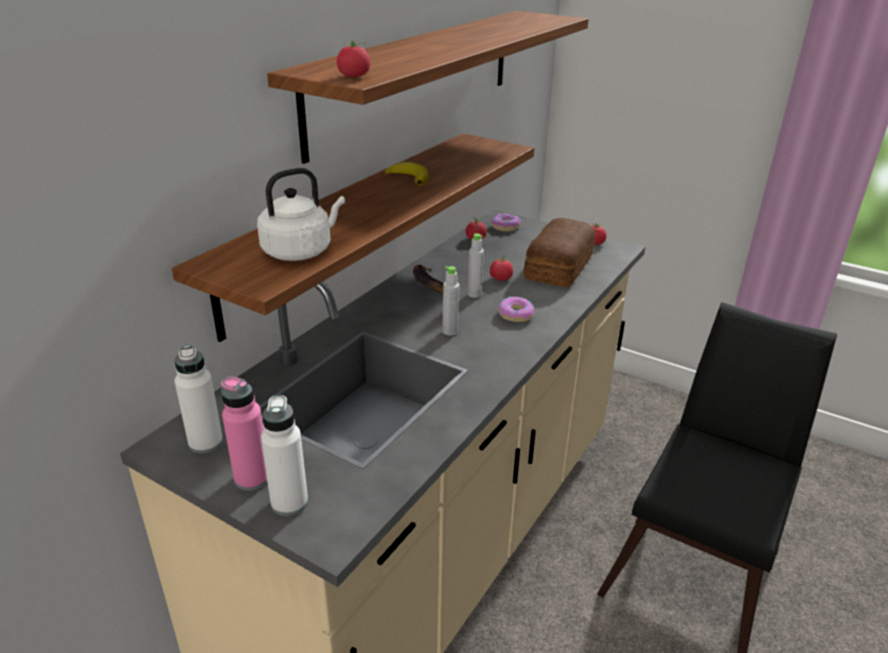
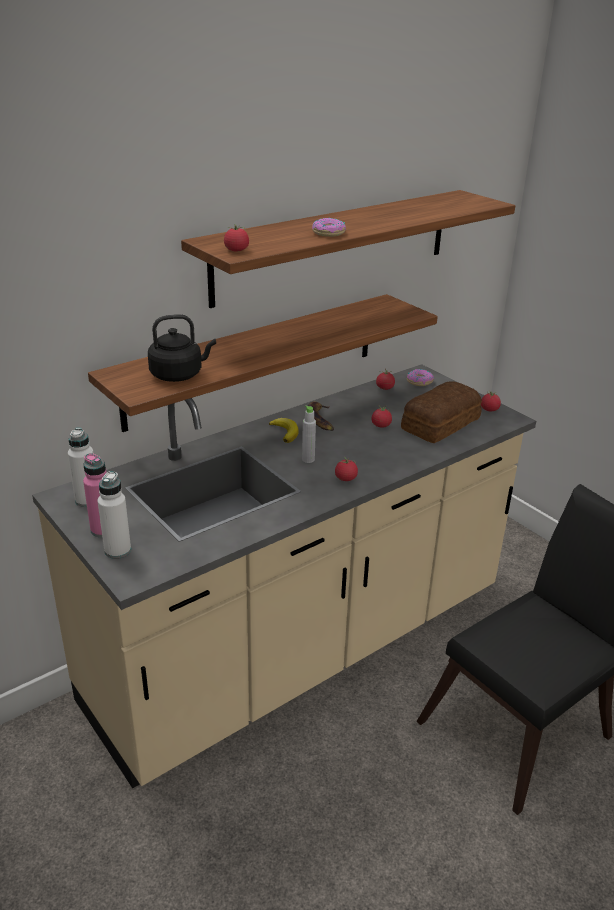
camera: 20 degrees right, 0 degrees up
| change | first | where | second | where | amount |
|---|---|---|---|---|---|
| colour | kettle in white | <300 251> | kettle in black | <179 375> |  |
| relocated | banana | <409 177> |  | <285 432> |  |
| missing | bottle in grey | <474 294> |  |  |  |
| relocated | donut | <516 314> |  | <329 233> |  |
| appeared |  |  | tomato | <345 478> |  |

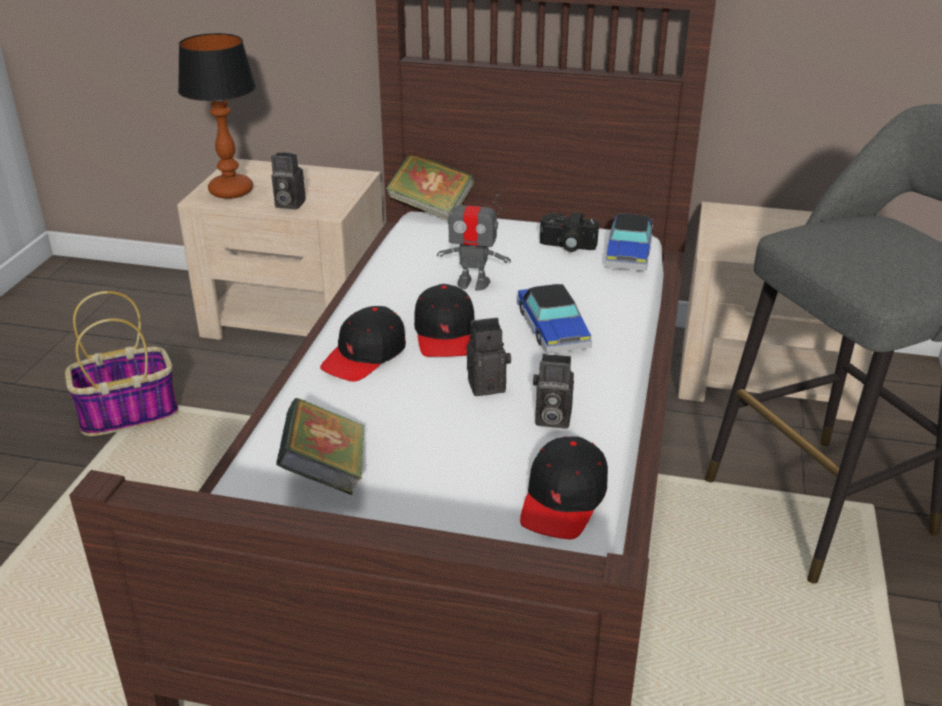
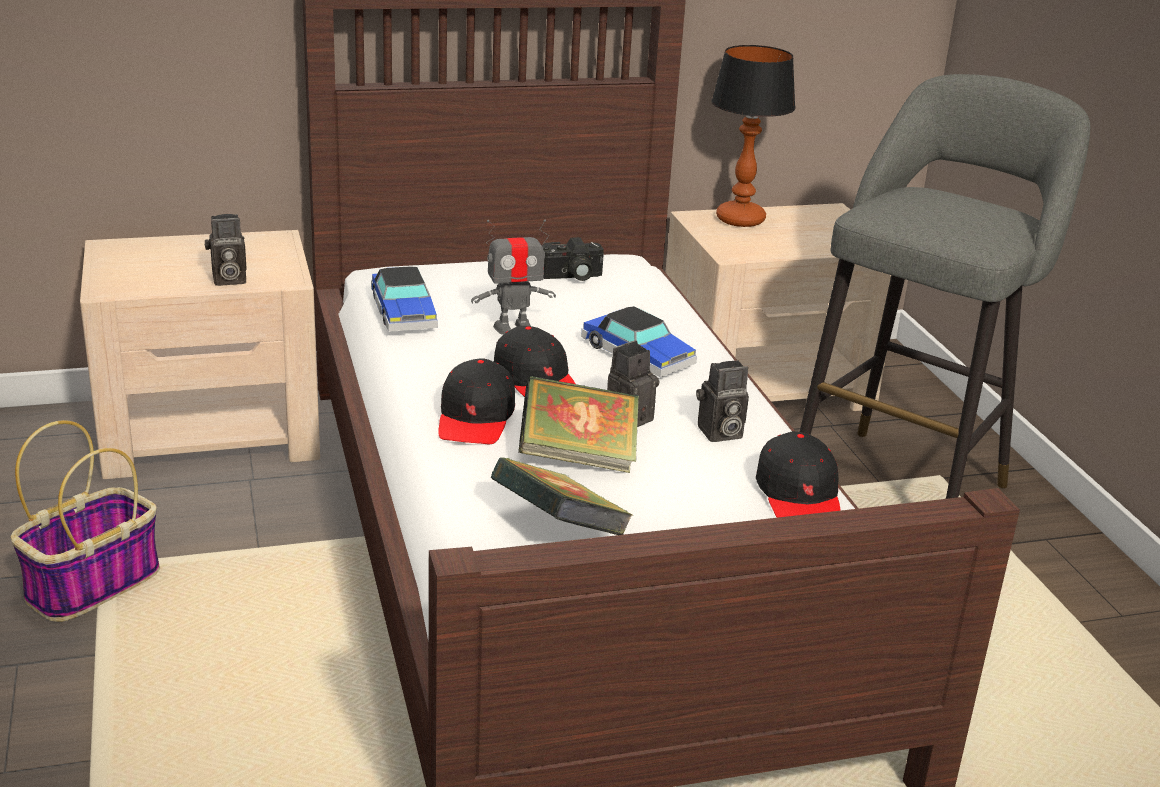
camera: 30 degrees left, 5 degrees down
| change | first | where | second | where | amount |
|---|---|---|---|---|---|
| relocated | table lamp | <230 191> |  | <739 220> |  |
| relocated | book | <430 208> |  | <578 457> |  |
| relocated | toy car | <628 252> |  | <403 312> |  |

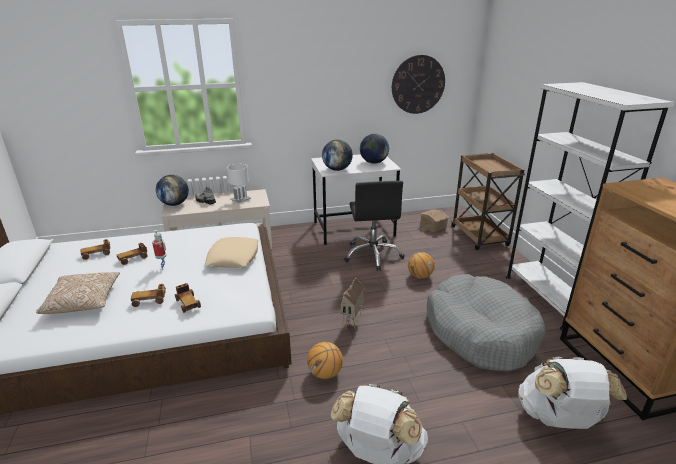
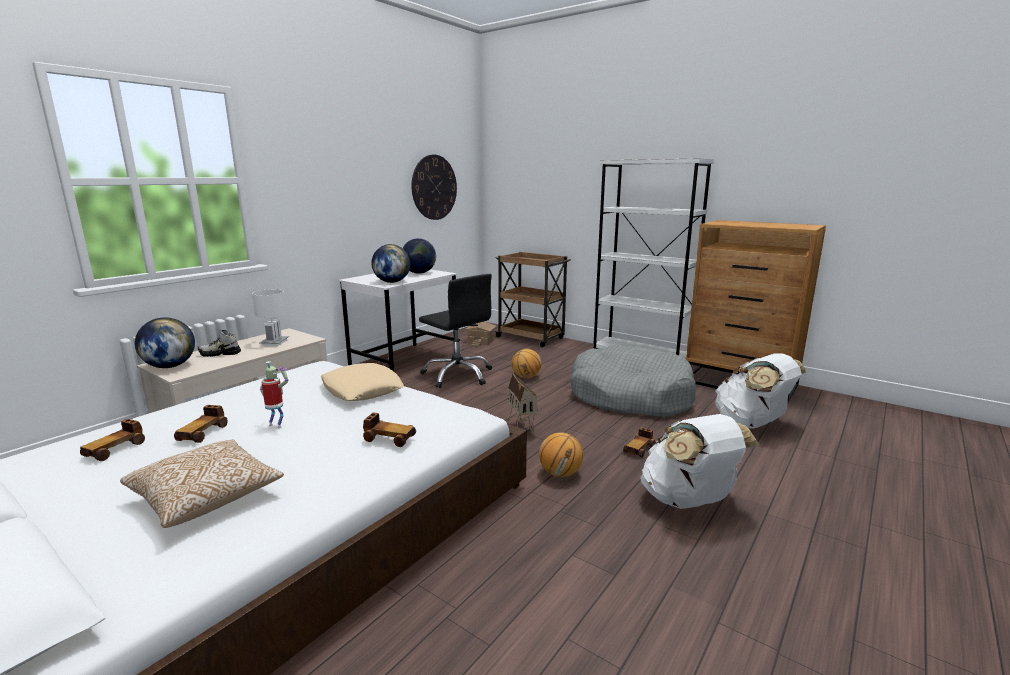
camera: 40 degrees left, 10 degrees down
| change | first | where | second | where | amount |
|---|---|---|---|---|---|
| relocated | toy car | <150 300> |  | <639 449> |  |

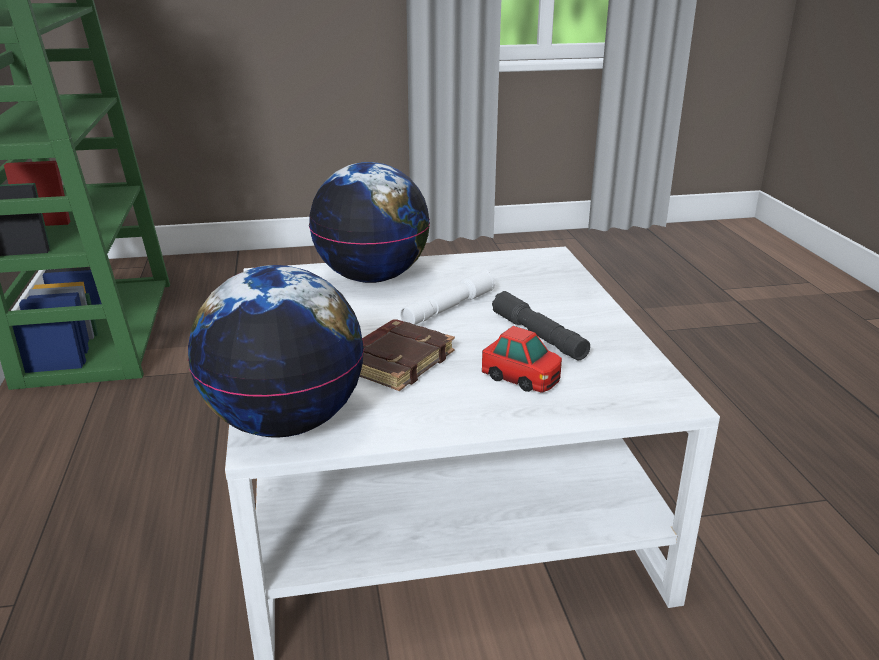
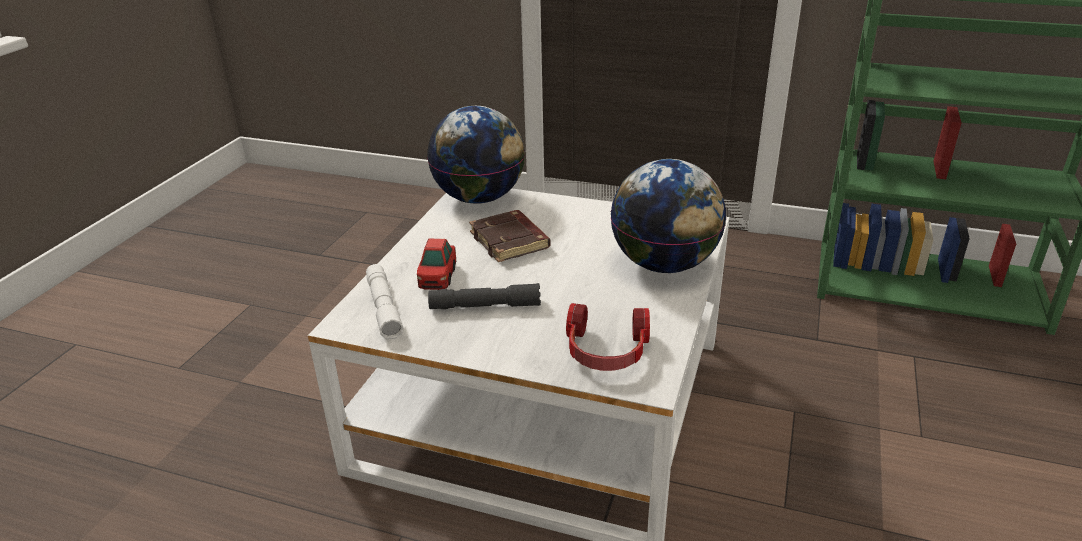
camera: 120 degrees right, 5 degrees up
| change | first | where | second | where | amount |
|---|---|---|---|---|---|
| relocated | flashlight in white | <448 308> |  | <384 308> |  |
| spun | toy car | <521 379> |  | <437 277> | 60 degrees counterclockwise |
| appeared |  |  | headphones | <606 352> |  |

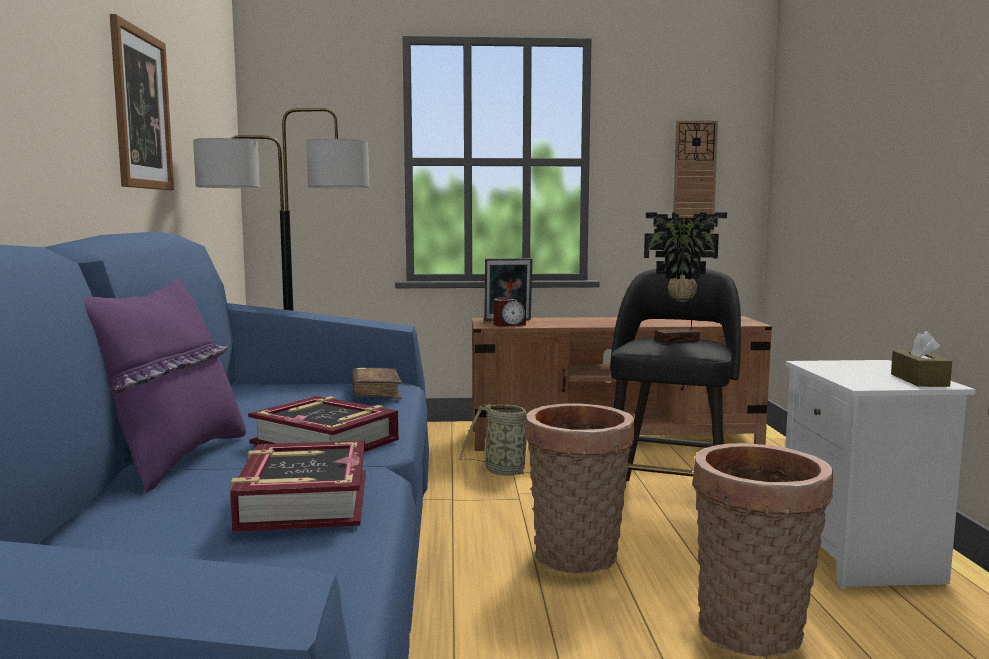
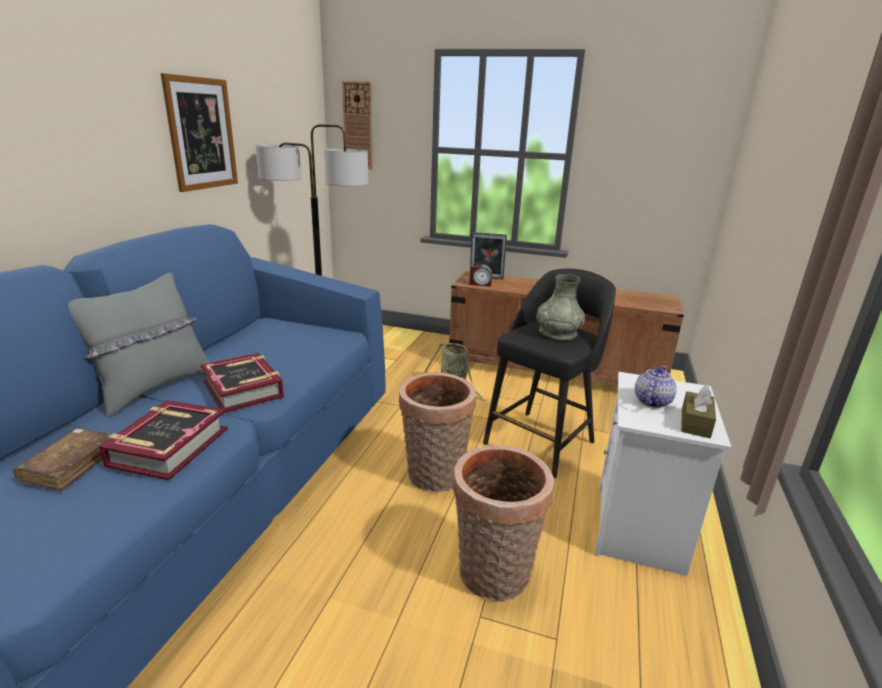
camera: 20 degrees right, 15 degrees up
| change | first | where | second | where | amount |
|---|---|---|---|---|---|
| colour | pillow in purple | <174 459> | pillow in grey | <154 388> |  |
| relocated | book in brown | <376 393> |  | <70 466> |  |
| exchanged | potted plant | <679 341> | vase in grey | <557 333> |  |
| relocated | wall clock | <694 177> |  | <358 126> |  |
| appeared |  |  | teapot | <651 401> |  |

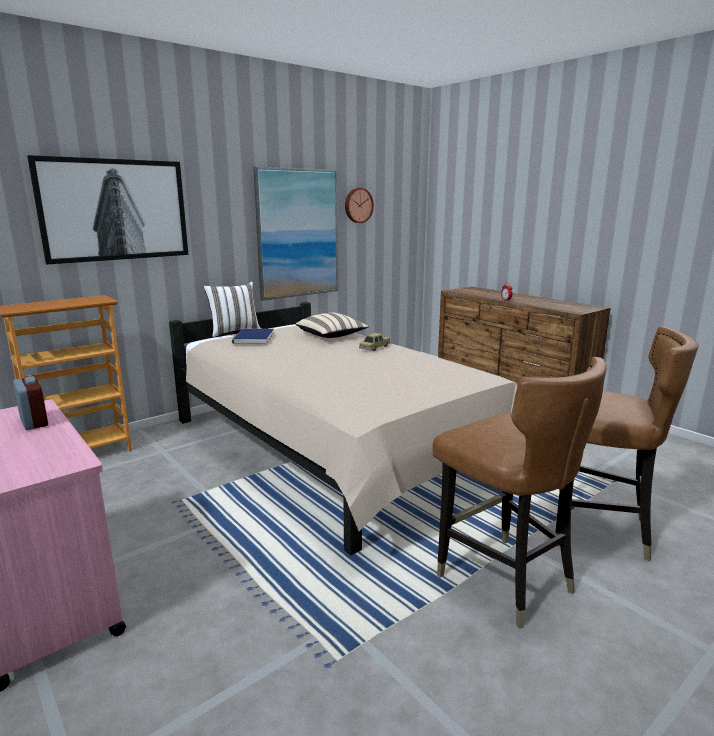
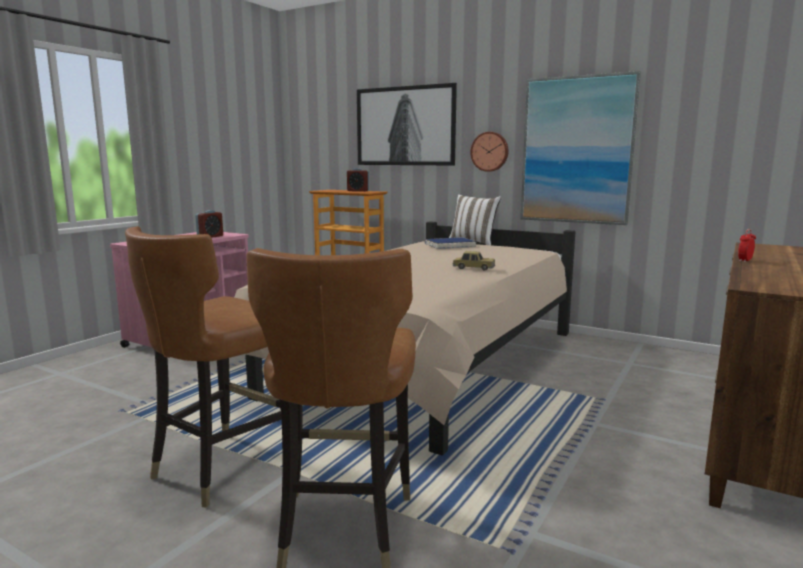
camera: 70 degrees right, 5 degrees down
| change | first | where | second | where | amount |
|---|---|---|---|---|---|
| missing | pillow in beige | <331 336> |  |  |  |
| relocated | wall clock | <358 205> |  | <490 151> |  |
| appeared |  |  | alarm clock | <358 191> |  |

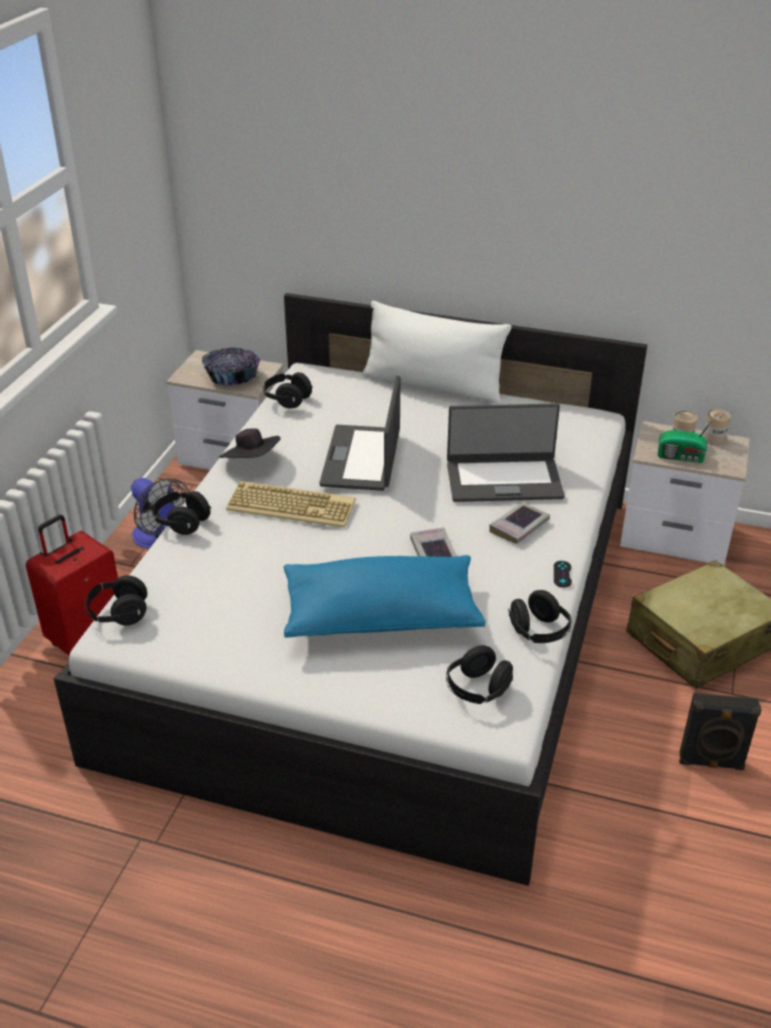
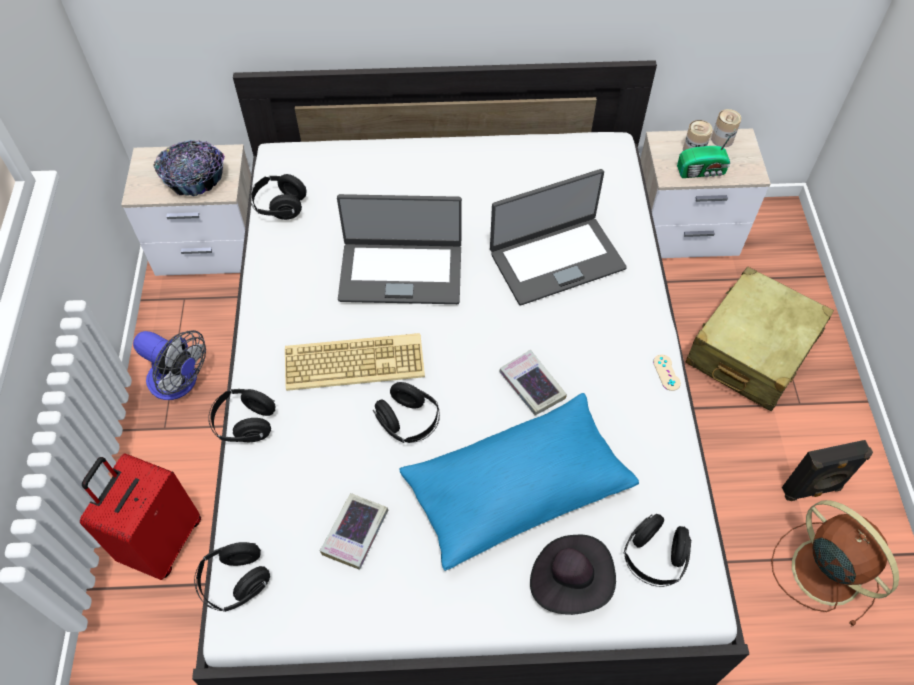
camera: 20 degrees left, 20 degrees up
| change | first | where | second | where | amount |
|---|---|---|---|---|---|
| relocated | hat in black | <252 462> |  | <569 580> |  |
| spun | laptop | <362 458> |  | <401 272> | 75 degrees counterclockwise |
| missing | pillow in white | <433 385> |  |  |  |
| relocated | book | <519 527> |  | <355 533> |  |
| relocated | headphones in black | <538 632> |  | <408 422> |  |
| colour | game controller in black | <562 574> | game controller in beige | <666 372> |  |
| appeared |  |  | fan in brown | <823 569> |  |

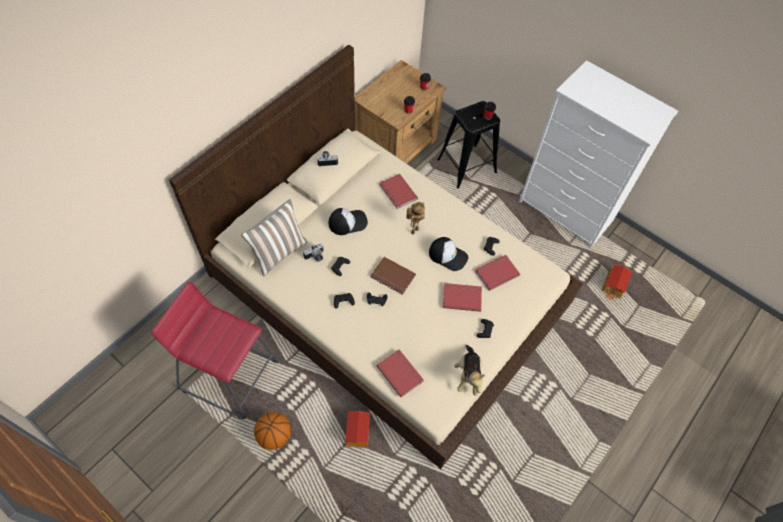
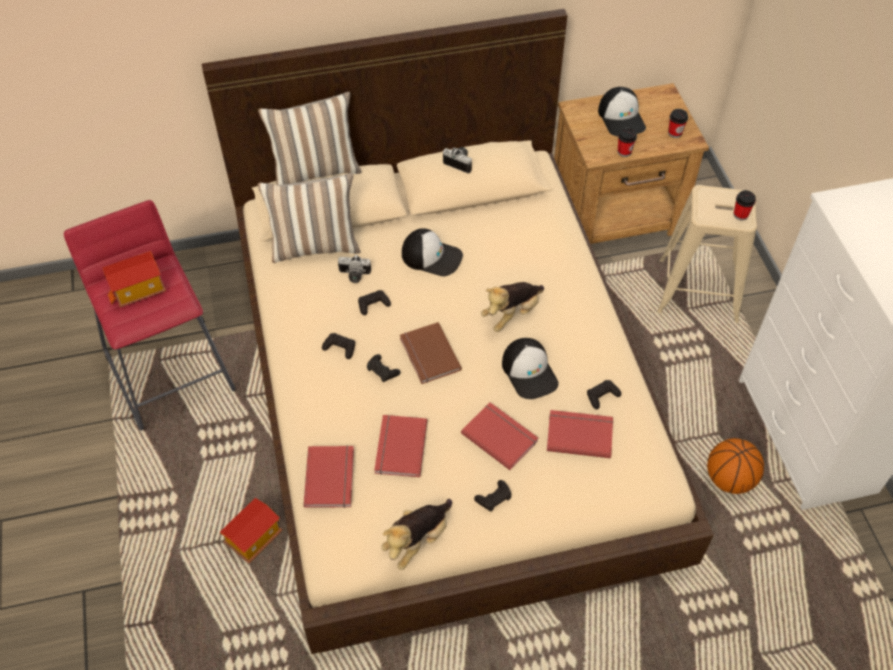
camera: 40 degrees right, 5 degrees down
| change | first | where | second | where | amount |
|---|---|---|---|---|---|
| relocated | basketball | <274 435> |  | <729 479> |  |
| relocated | book in red | <397 192> |  | <399 447> |  |
| exchanged | toy robot | <414 230> | plush toy | <512 314> |  |
| colour | stool in black | <466 166> | stool in beige | <697 290> |  |
| relocated | toy house | <614 286> |  | <138 290> |  |
| appeared |  |  | pillow | <315 170> |  |
| appeared |  |  | cap | <622 118> |  |

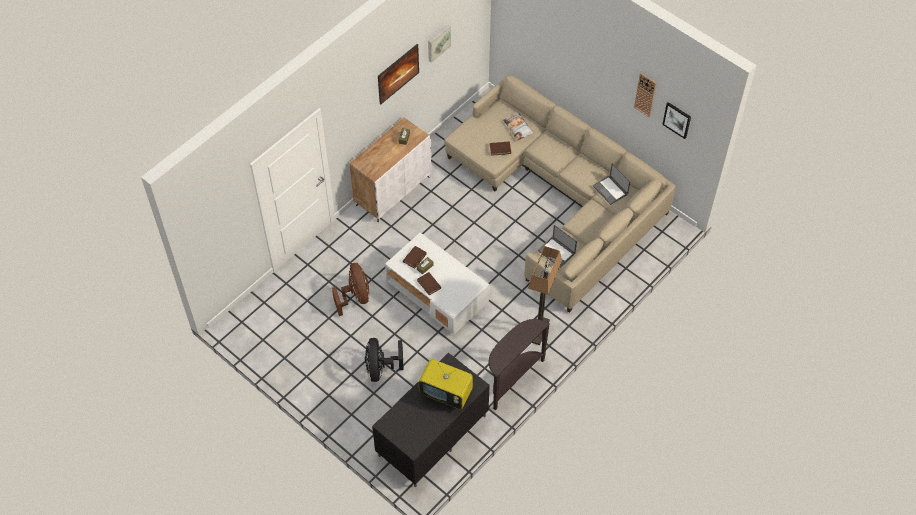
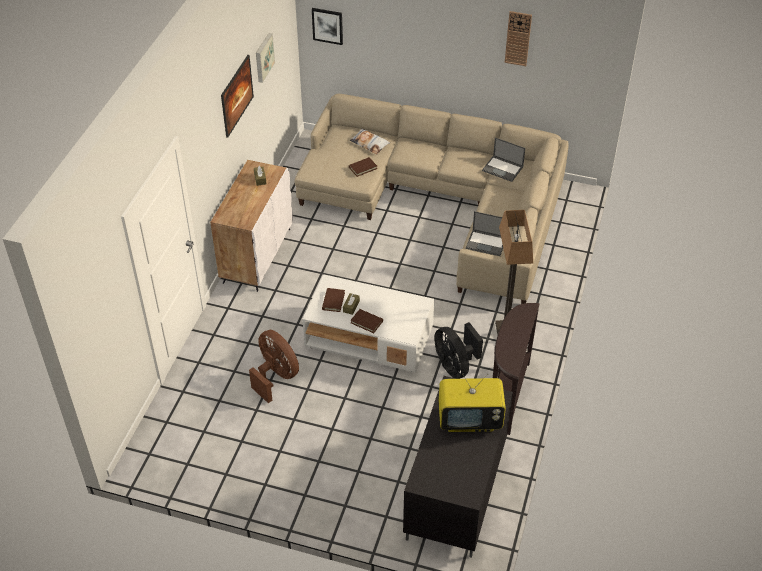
camera: 25 degrees left, 10 degrees down
| change | first | where | second | where | amount |
|---|---|---|---|---|---|
| relocated | fan in black | <381 368> |  | <455 365> |  |
| relocated | picture | <677 120> |  | <327 25> |  |

